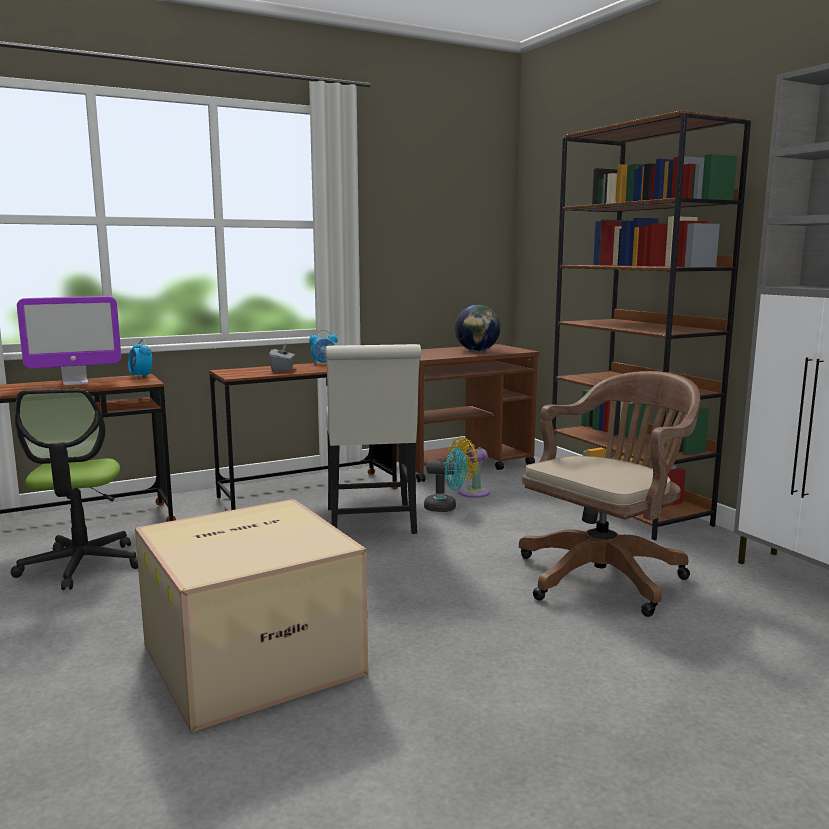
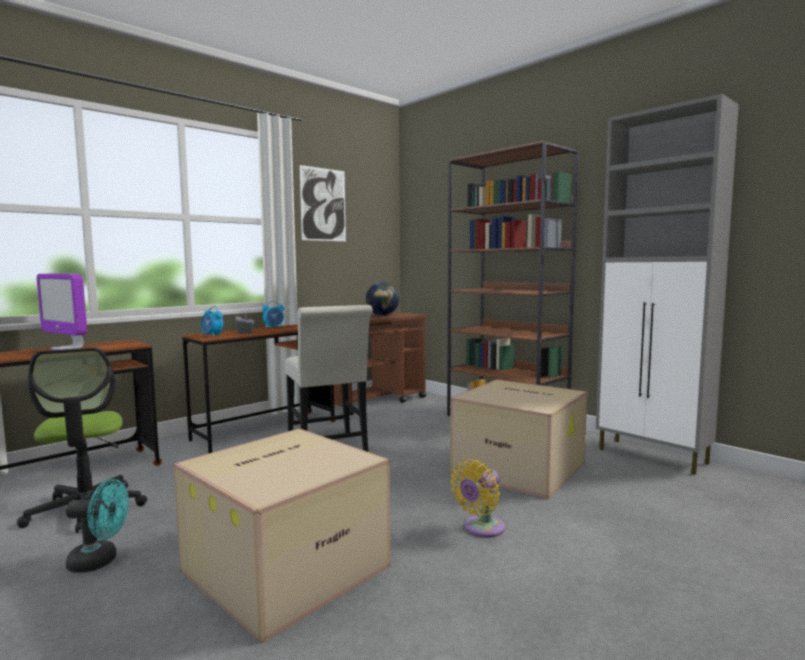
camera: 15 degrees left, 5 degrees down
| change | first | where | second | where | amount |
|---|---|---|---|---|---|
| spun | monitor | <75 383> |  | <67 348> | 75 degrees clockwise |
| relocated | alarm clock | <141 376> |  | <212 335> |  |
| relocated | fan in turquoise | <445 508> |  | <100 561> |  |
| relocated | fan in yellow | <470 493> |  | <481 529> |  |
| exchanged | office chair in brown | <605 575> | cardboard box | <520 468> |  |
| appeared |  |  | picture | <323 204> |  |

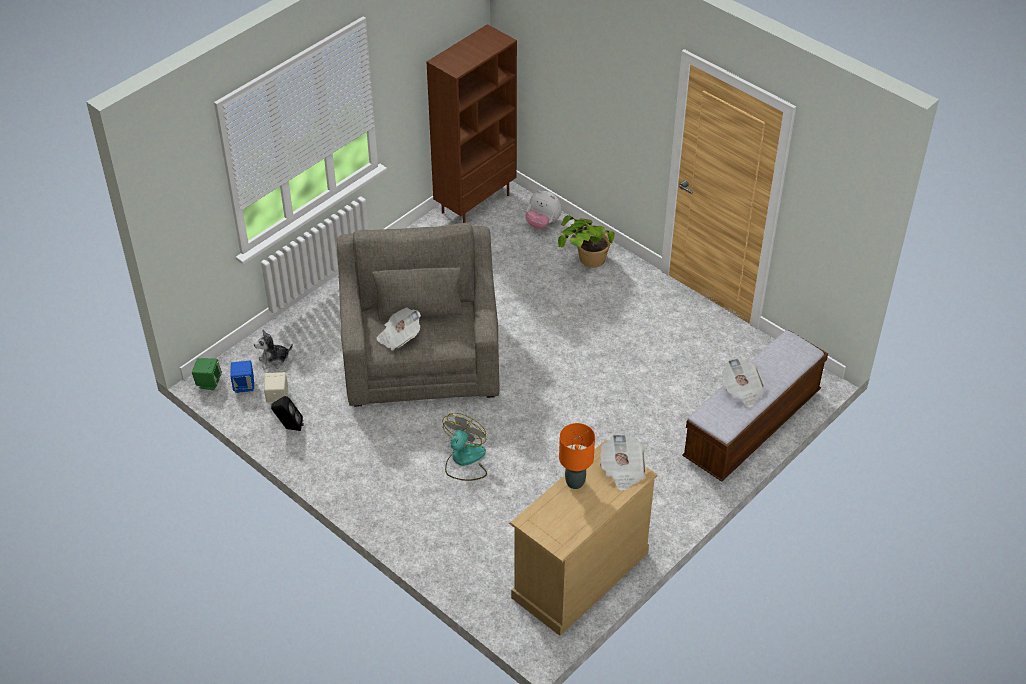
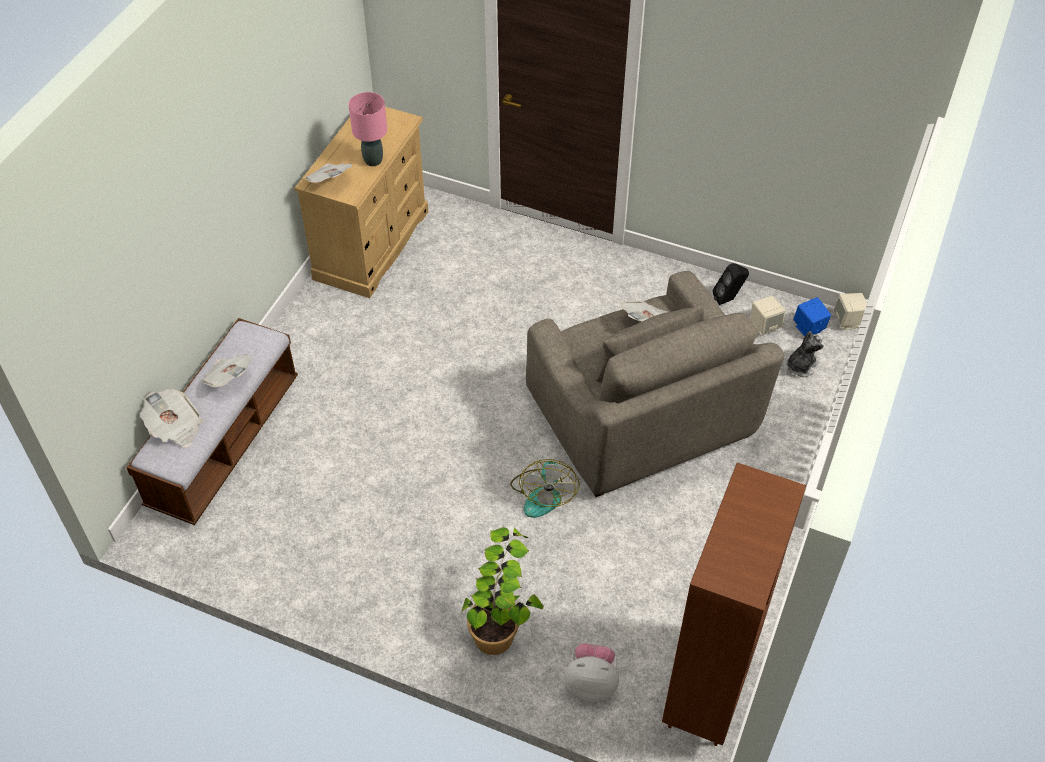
camera: 160 degrees right, 5 degrees up
| change | first | where | second | where | amount |
|---|---|---|---|---|---|
| colour | speaker in green | <208 382> | speaker in beige | <848 321> |  |
| relocated | fan | <464 460> |  | <543 493> |  |
| colour | table lamp in orange | <575 482> | table lamp in pink | <373 161> |  |
| appeared |  |  | newspaper | <175 428> |  |

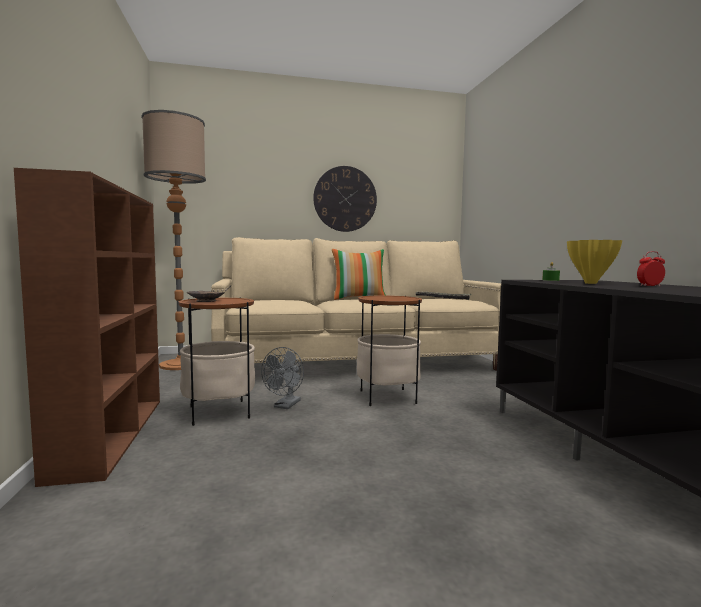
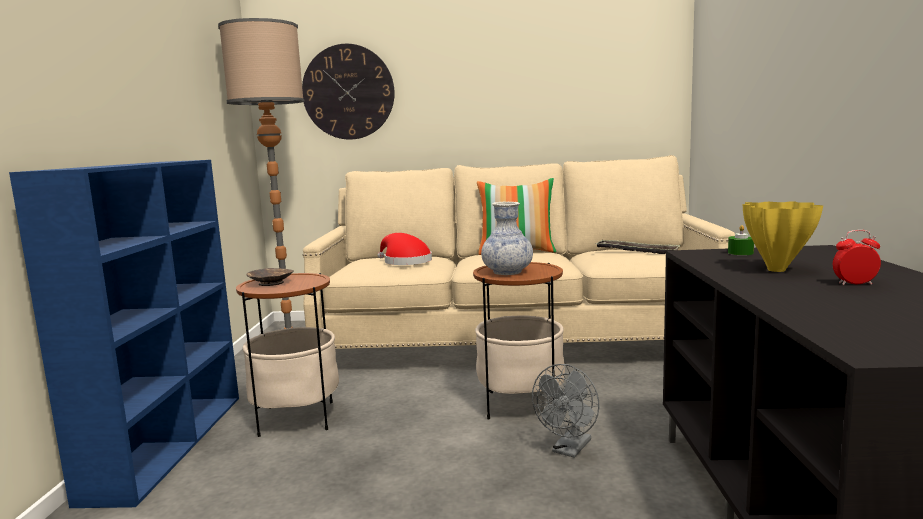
camera: 15 degrees right, 5 degrees up
| change | first | where | second | where | amount |
|---|---|---|---|---|---|
| colour | bookcase in brown | <112 434> | bookcase in blue | <169 443> |  |
| relocated | fan in grey | <285 406> |  | <569 450> |  |
| relocated | wall clock | <345 199> |  | <348 92> |  |
| appeared |  |  | hat in red | <405 262> |  |
| appeared |  |  | vase | <507 272> |  |

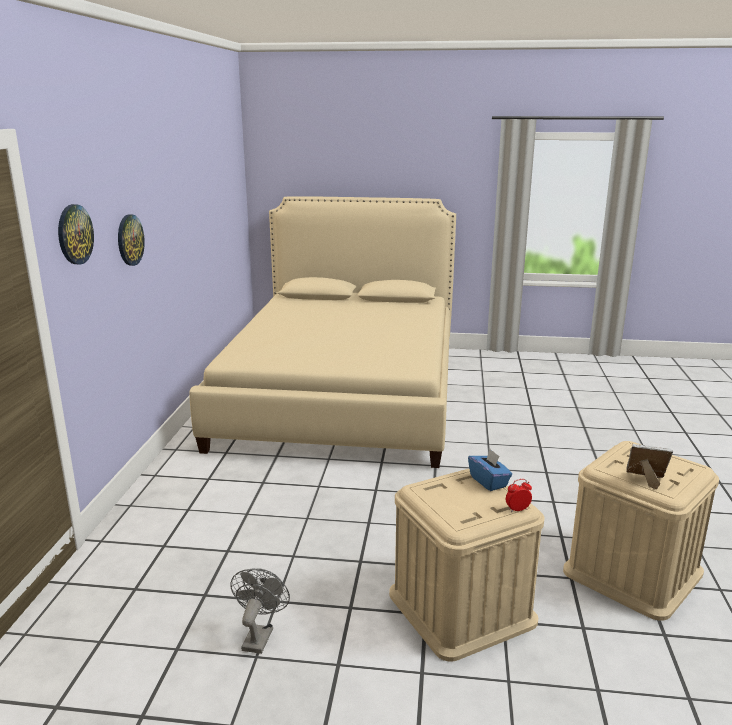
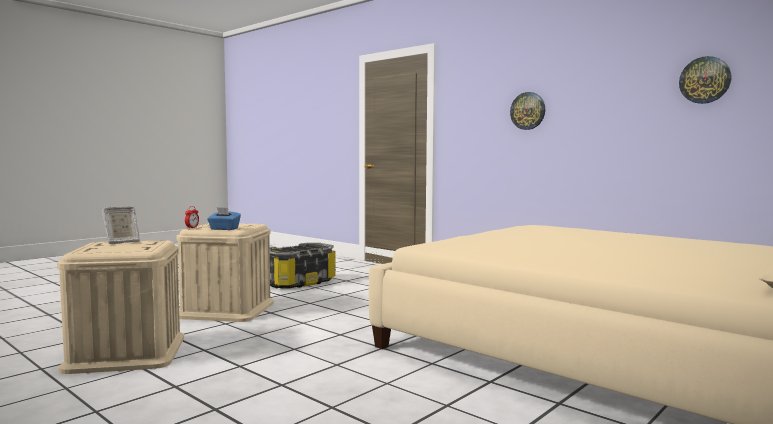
camera: 125 degrees right, 15 degrees down
| change | first | where | second | where | amount |
|---|---|---|---|---|---|
| relocated | wall clock | <74 234> |  | <705 80> |  |
| exchanged | fan in grey | <259 635> | storage box | <299 282> |  |

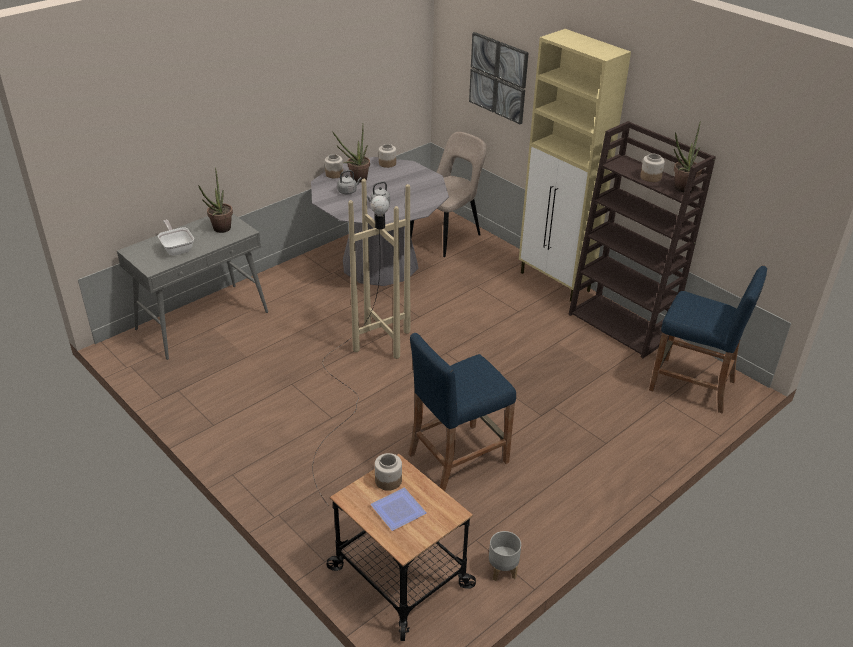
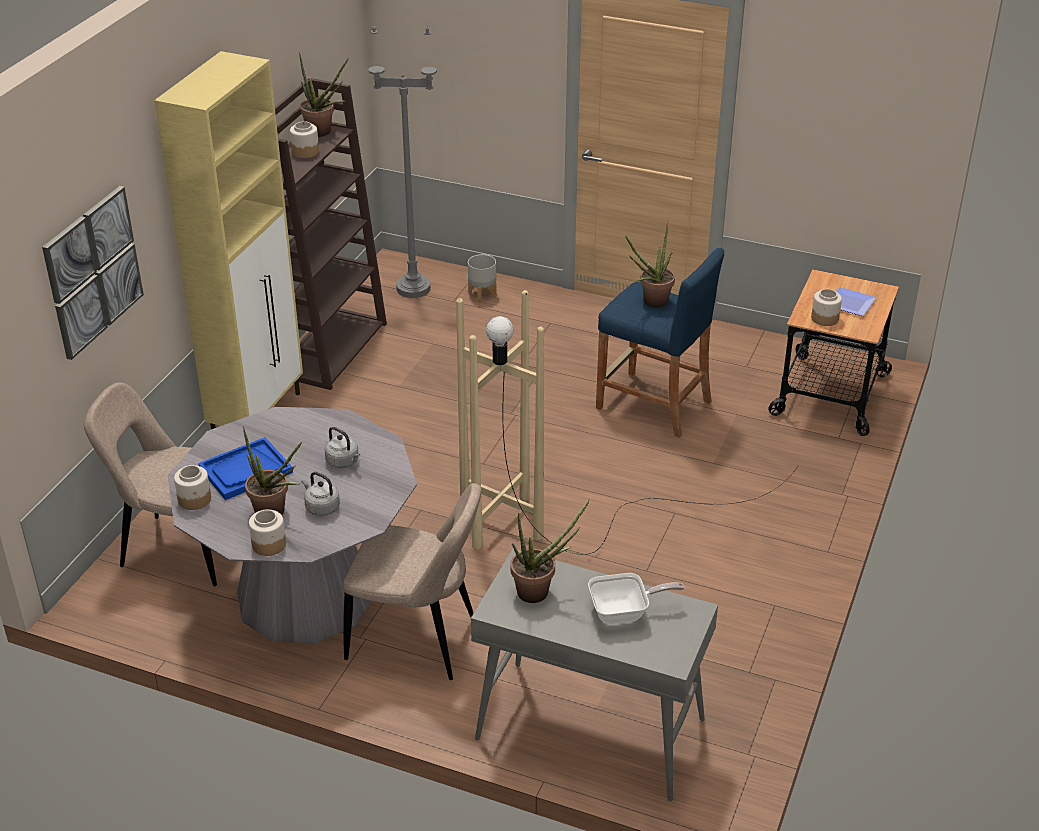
camera: 115 degrees left, 0 degrees up
| change | first | where | second | where | amount |
|---|---|---|---|---|---|
| spun | frying pan | <177 248> |  | <624 613> | 135 degrees counterclockwise |
| relocated | planter in grey | <502 570> |  | <482 294> |  |
| exchanged | stool in blue | <692 385> | floor lamp in grey | <413 288> |  |
| appeared |  |  | tray in blue | <245 471> |  |
| appeared |  |  | chair in beige | <417 640> |  |
| appeared |  |  | potted plant | <651 303> |  |

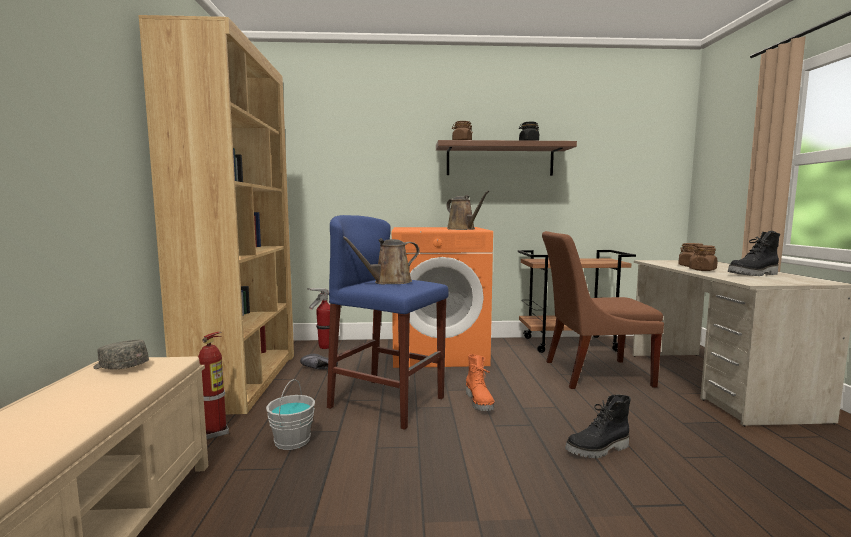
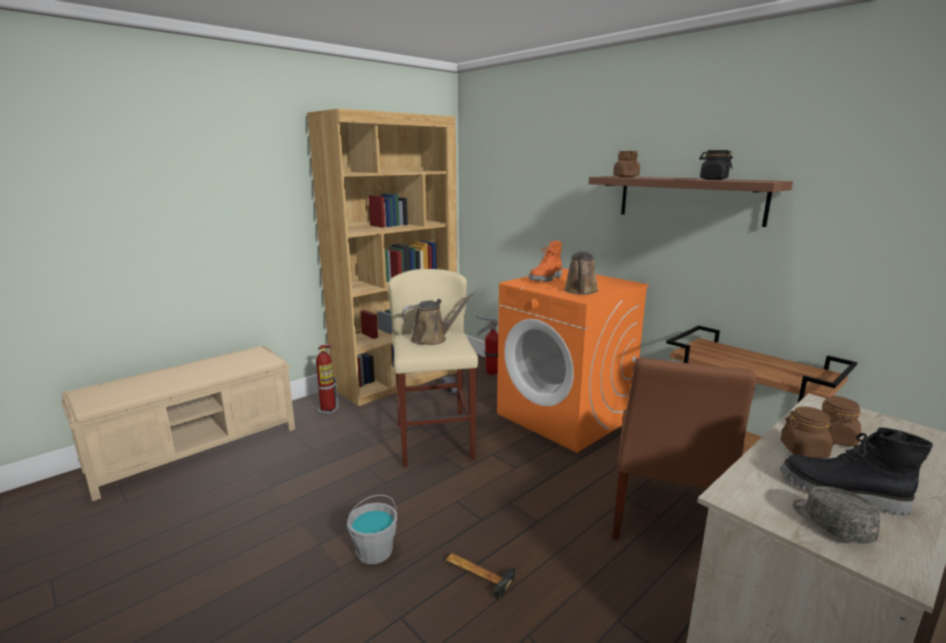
camera: 50 degrees right, 10 degrees up
| change | first | where | second | where | amount |
|---|---|---|---|---|---|
| relocated | cap in grey | <120 367> |  | <830 523> |  |
| relocated | bucket in grey | <292 441> |  | <374 551> |  |
| colour | stool in blue | <387 402> | stool in beige | <434 441> |  |
| spun | watering can in brown | <389 282> |  | <432 338> | 135 degrees clockwise |
| relocated | boot in orange | <480 402> |  | <546 279> |  |
| spun | chair in brown | <592 373> |  | <664 517> | 120 degrees counterclockwise |
| exchanged | boot in black | <598 450> | hammer | <478 572> |  |

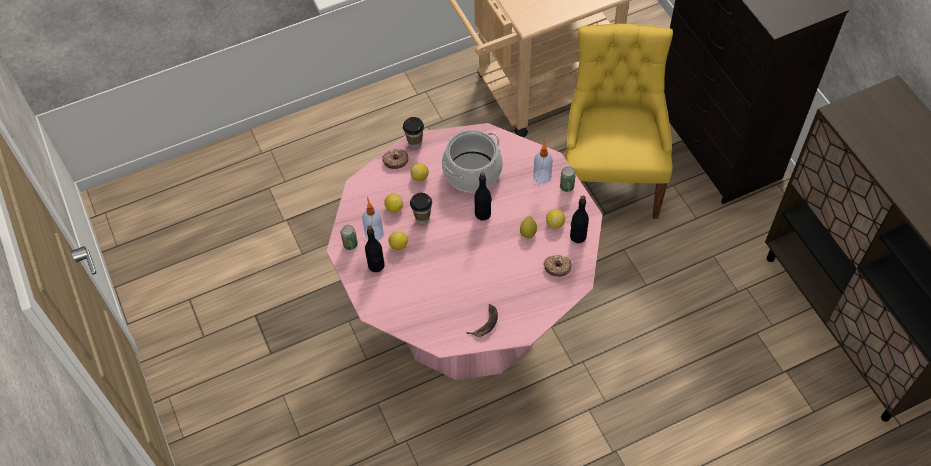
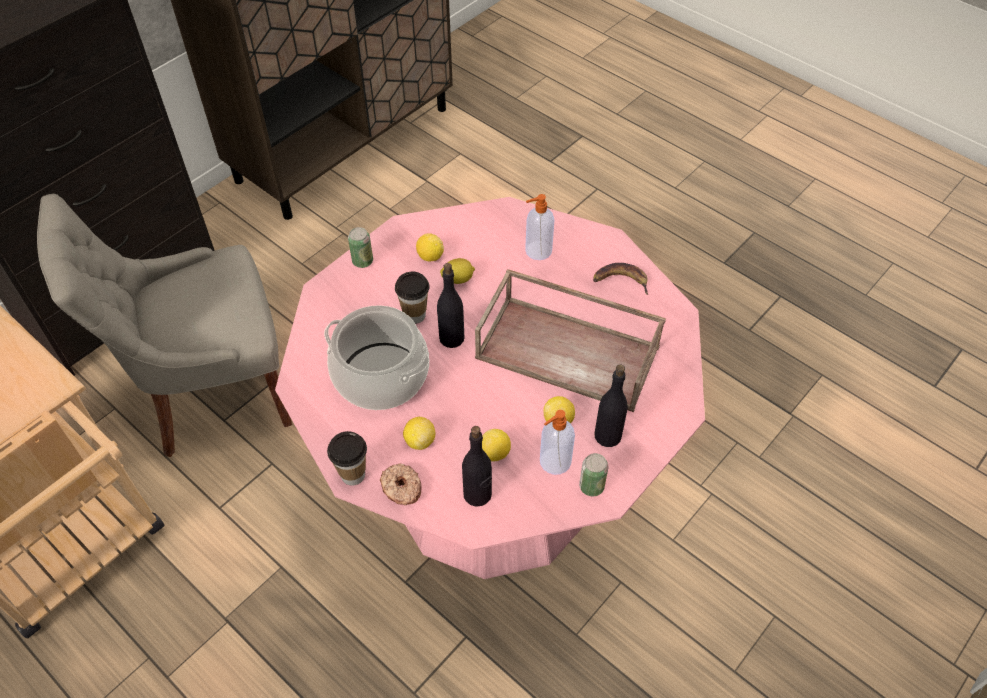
camera: 115 degrees left, 5 degrees down
| change | first | where | second | where | amount |
|---|---|---|---|---|---|
| relocated | cup | <422 218> |  | <415 315> |  |
| relocated | soap dispenser | <542 176> |  | <537 251> |  |
| missing | donut | <557 267> |  |  |  |
| colour | chair in yellow | <610 179> | chair in grey | <213 392> |  |
| relocated | bottle in black | <577 236> |  | <477 494> |  |
| appeared |  |  | tray in brown | <570 352> |  |

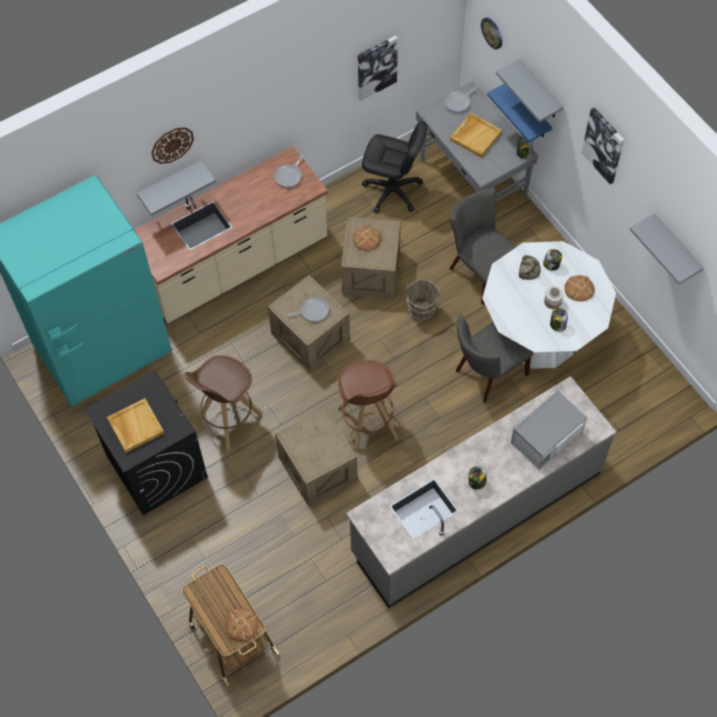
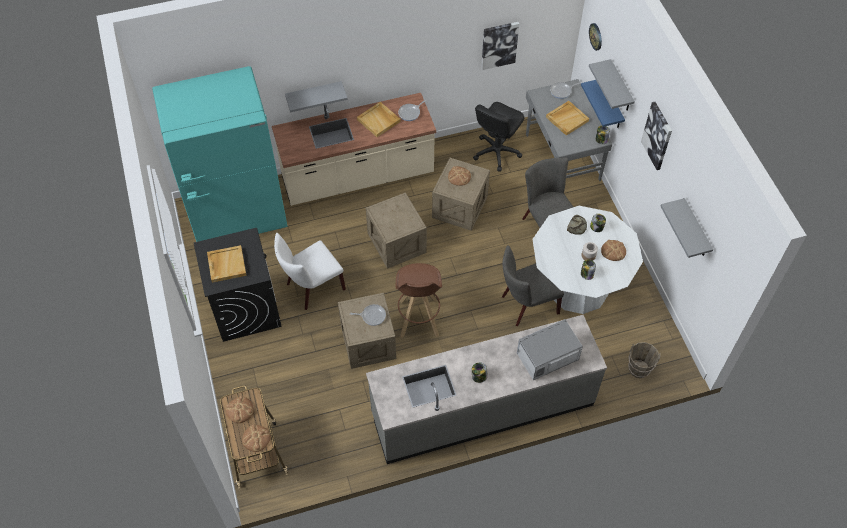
camera: 15 degrees right, 5 degrees down
| change | first | where | second | where | amount |
|---|---|---|---|---|---|
| missing | wall clock | <172 144> |  |  |  |
| exchanged | stool in brown | <228 419> | chair in white | <312 288> |  |
| relocated | frying pan | <313 311> |  | <372 316> |  |
| spun | office chair in black | <392 191> |  | <496 152> | 90 degrees clockwise |
| relocated | bucket in brown | <421 311> |  | <638 369> |  |
| appeared |  |  | bread | <240 410> |  |
| appeared |  |  | tray in beige | <379 120> |  |

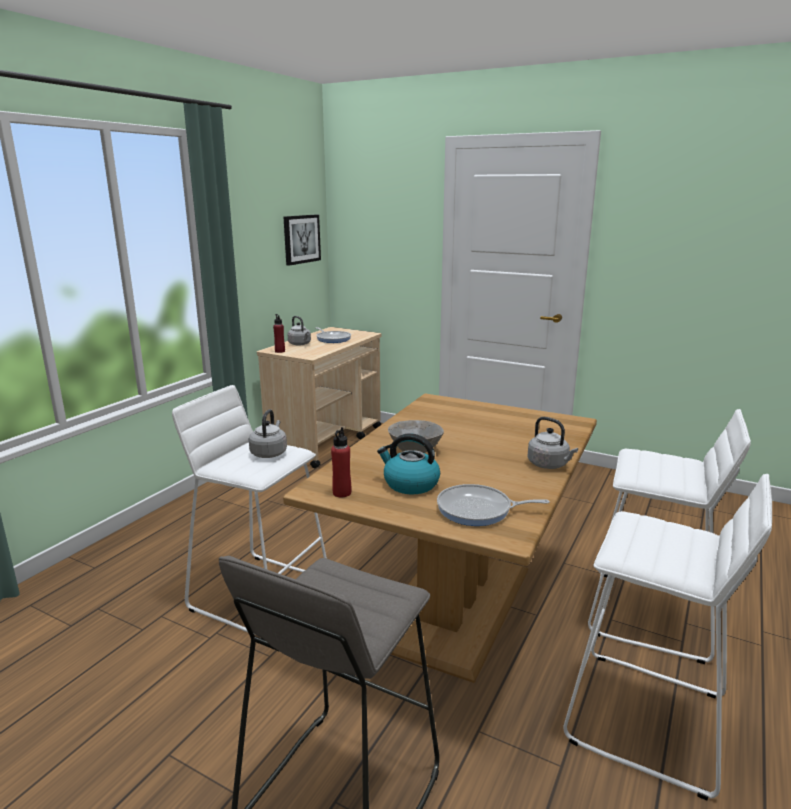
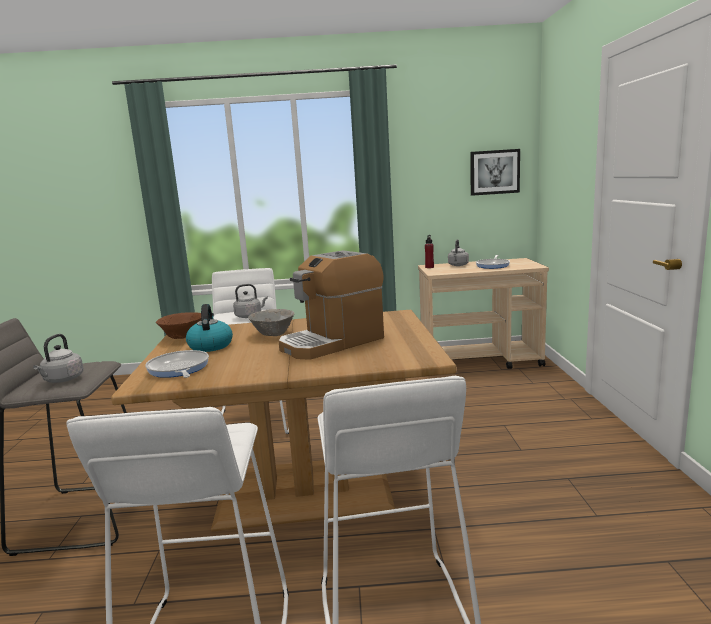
camera: 60 degrees right, 5 degrees down
| change | first | where | second | where | amount |
|---|---|---|---|---|---|
| exchanged | bottle in red | <342 493> | bowl in brown | <182 337> |  |
| relocated | kettle in grey | <549 465> |  | <62 380> |  |
| appeared |  |  | coffee machine | <332 342> |  |

